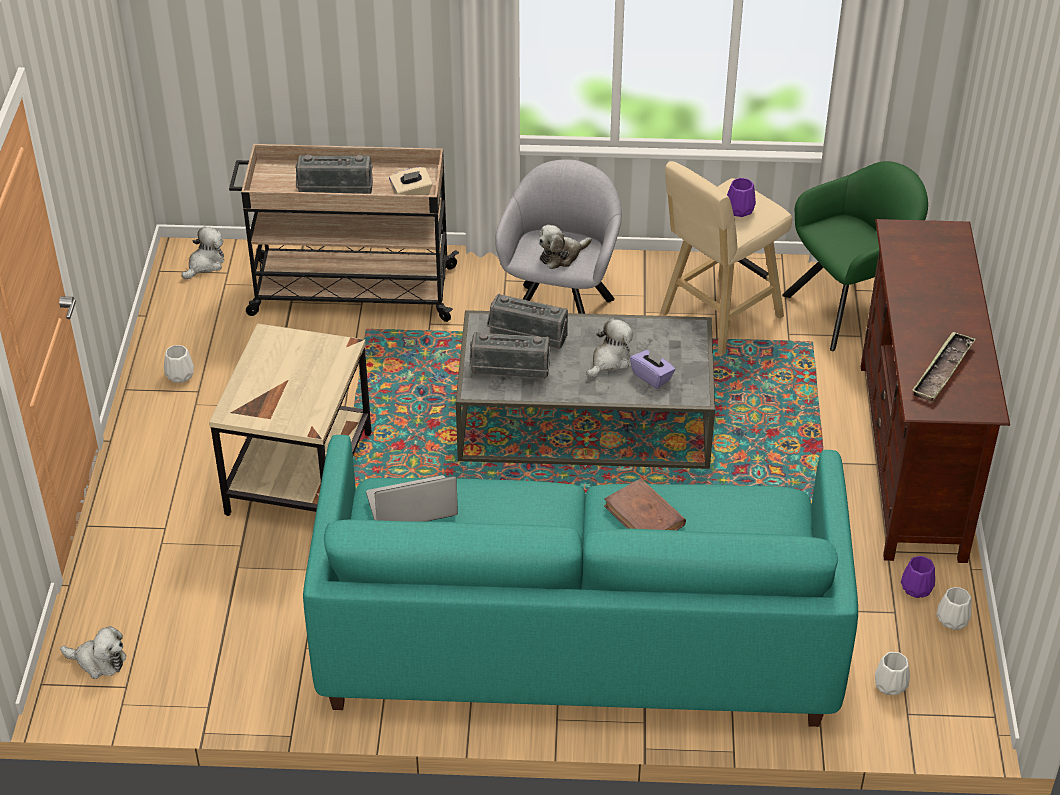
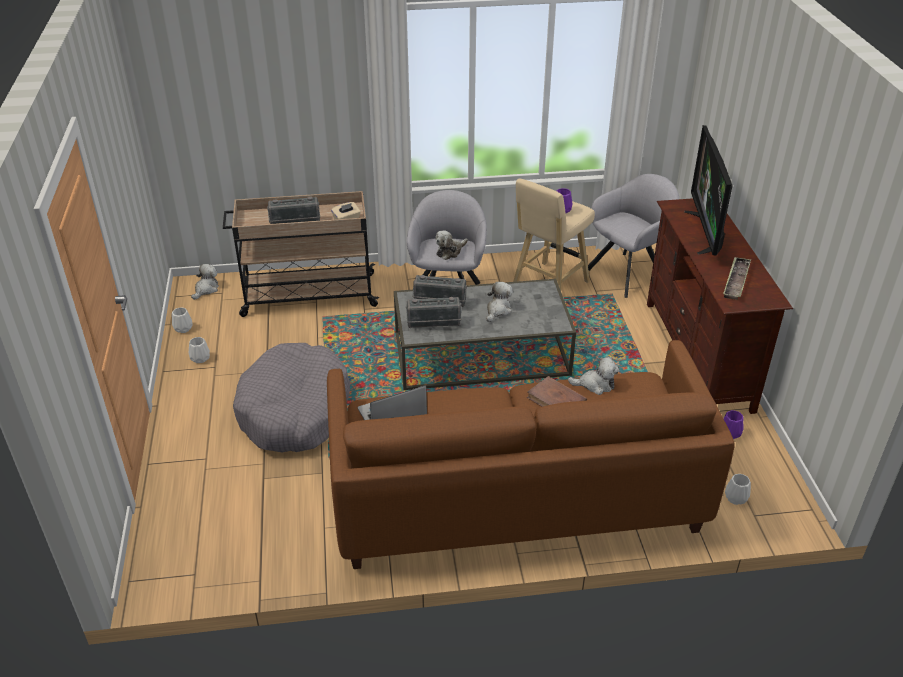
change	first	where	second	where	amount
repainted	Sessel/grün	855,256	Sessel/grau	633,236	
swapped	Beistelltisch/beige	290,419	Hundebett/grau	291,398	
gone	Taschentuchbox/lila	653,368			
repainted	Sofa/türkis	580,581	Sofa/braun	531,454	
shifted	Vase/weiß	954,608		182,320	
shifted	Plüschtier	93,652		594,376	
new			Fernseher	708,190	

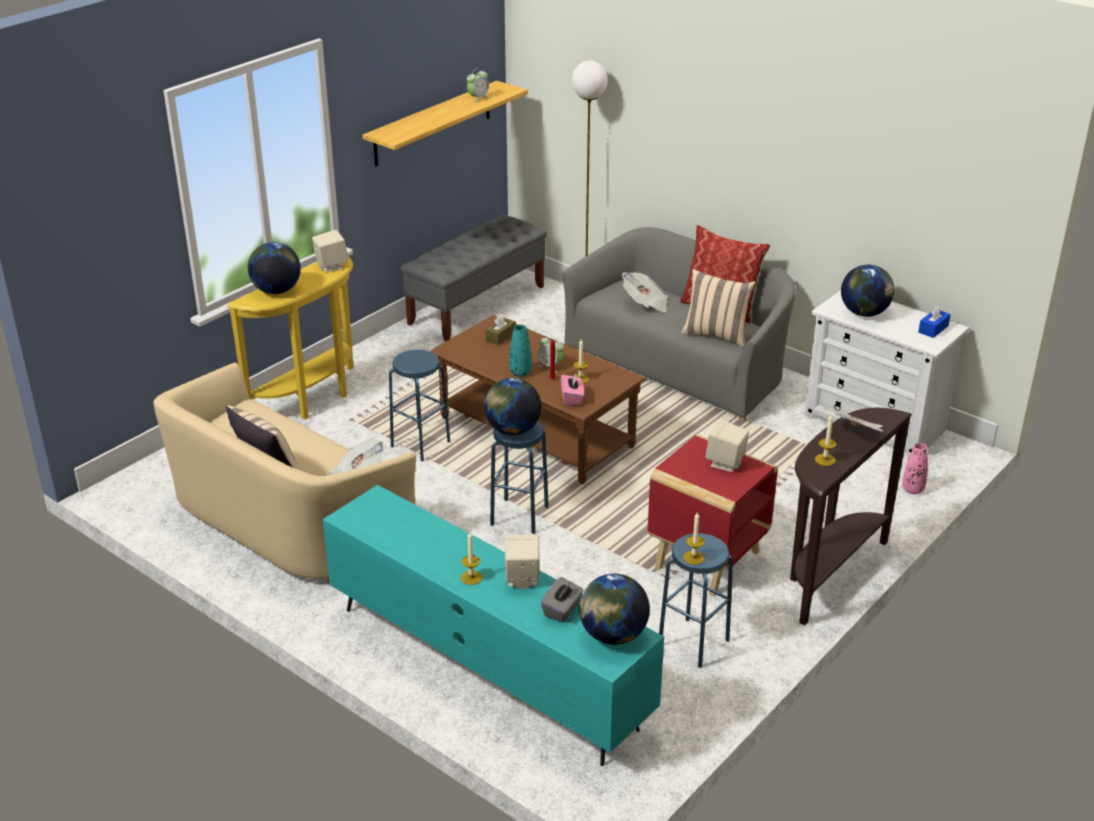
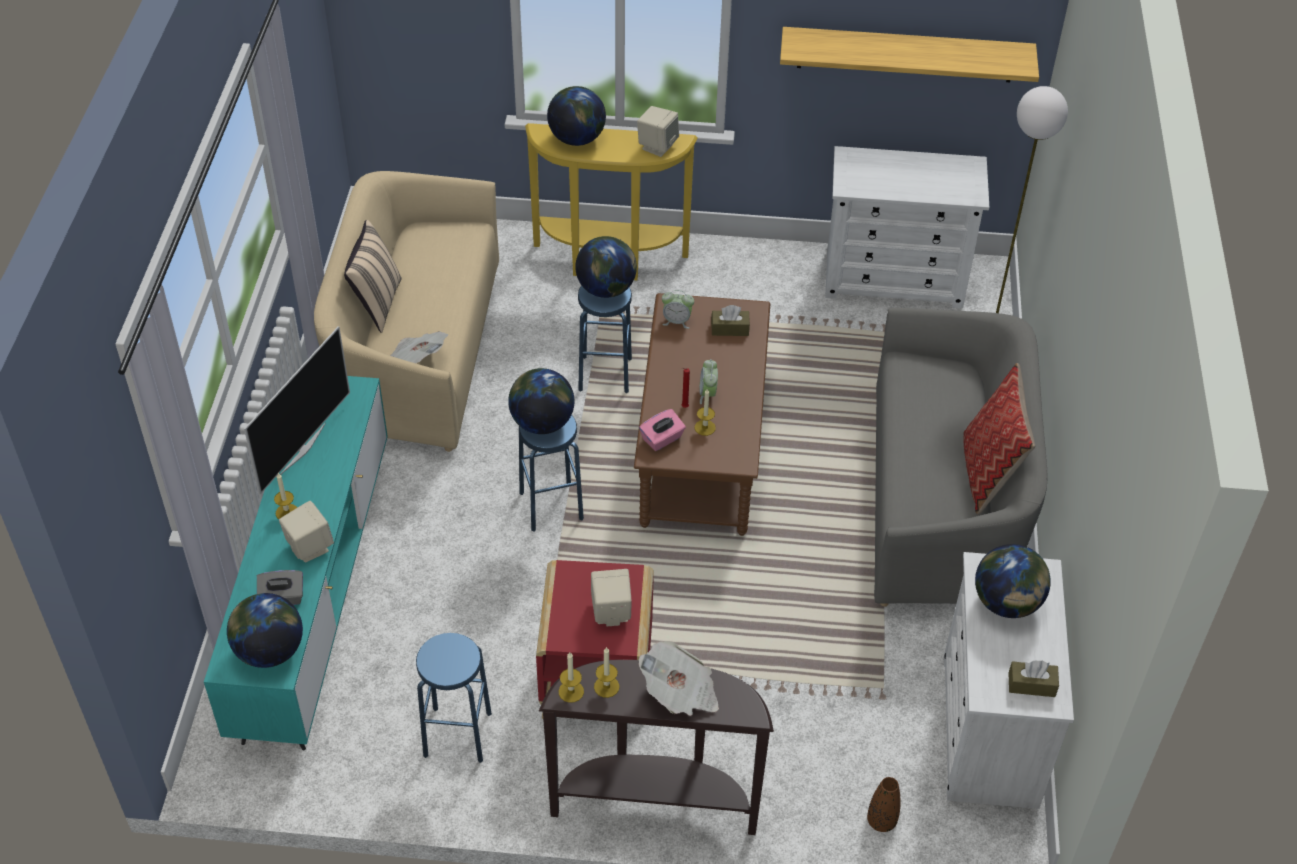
change	first	where	second	where	amount
shifted	Wecker	478,85		678,309	
swapped	Bank/grau	473,278	Kommode/weiß	907,227	
gone	Kissen/beige	718,308			
gone	Zeitung	645,292			
repainted	Taschentuchbox/blau	934,321	Taschentuchbox/braun	1034,678	
gone	Vase/türkis	520,351			
repainted	Vase/rosa	915,468	Vase/braun	883,804	
shifted	Kerze	694,538		571,677	
new			Globus	606,267	
new			Fernseher	297,410	

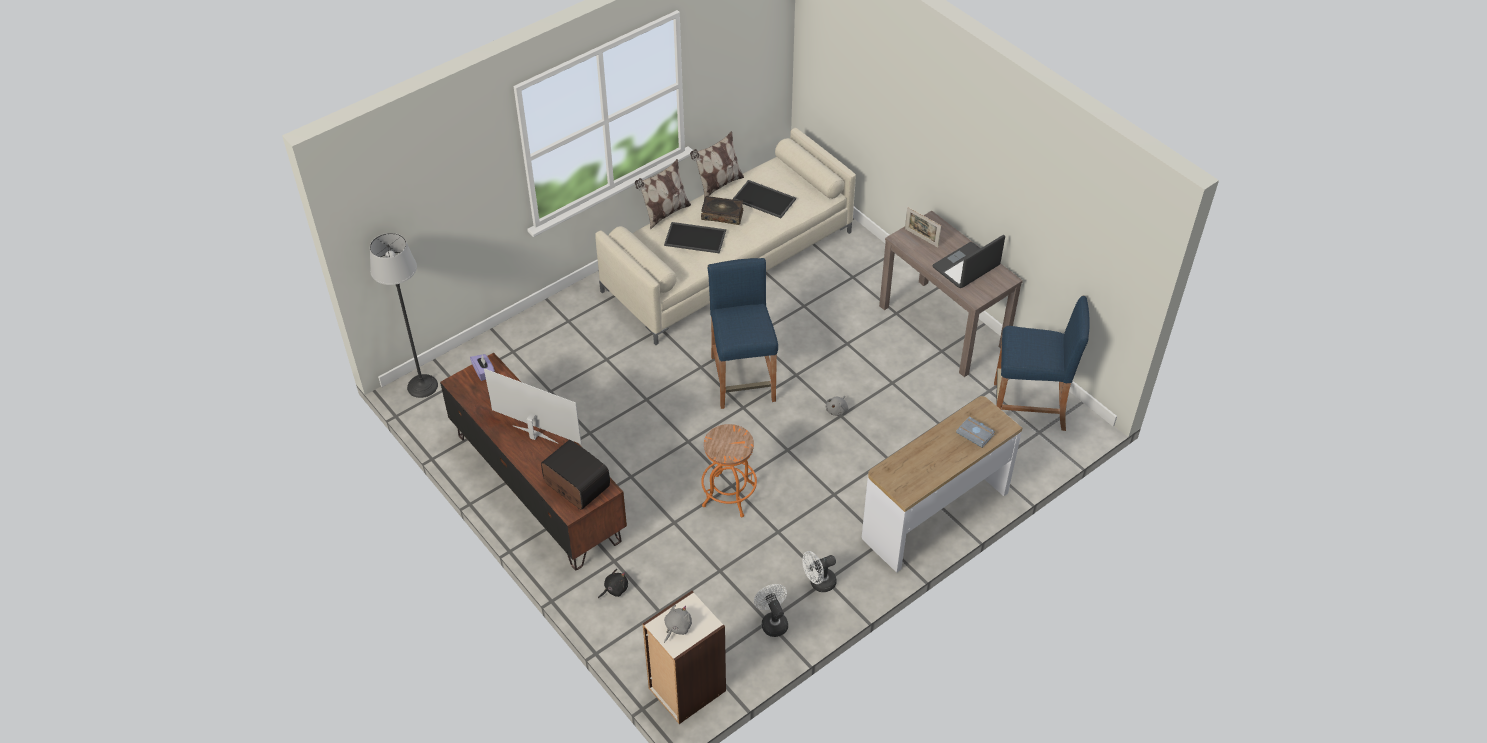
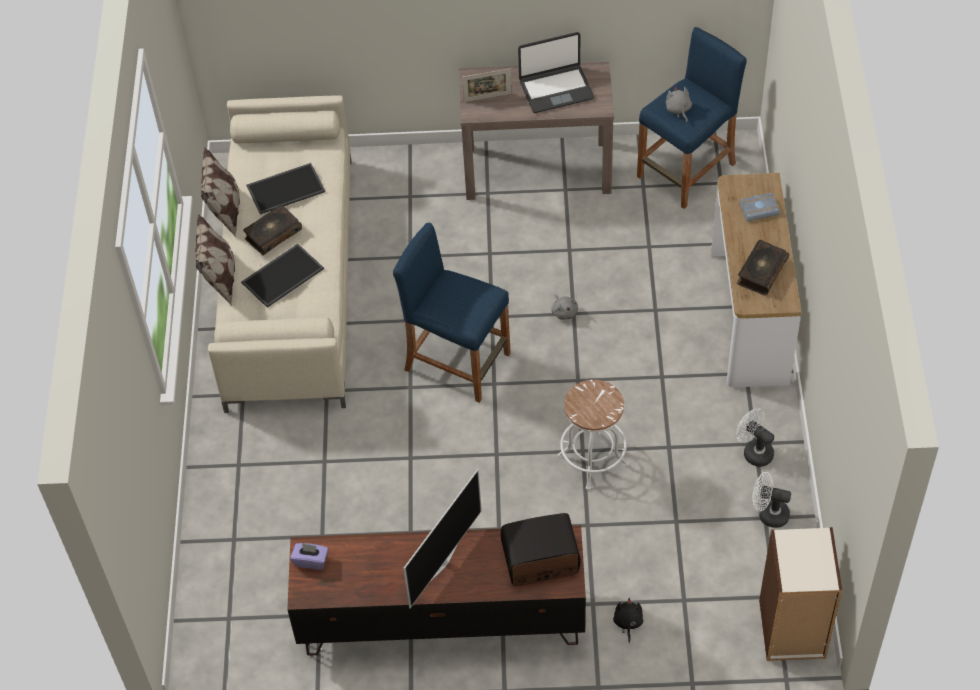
change	first	where	second	where	amount
gone	Stehlampe	404,315			
rotated	Laptop	968,261		556,72	105 degrees counterclockwise
rotated	Fernseher	532,406		442,538	150 degrees clockwise
repainted	Hocker/orange	729,470	Hocker/weiß	593,435	
rotated	Ventilator/weiß	820,571		755,437	120 degrees clockwise
shifted	Plüschtier/grau	678,623		679,104	
new			Buch	763,268	

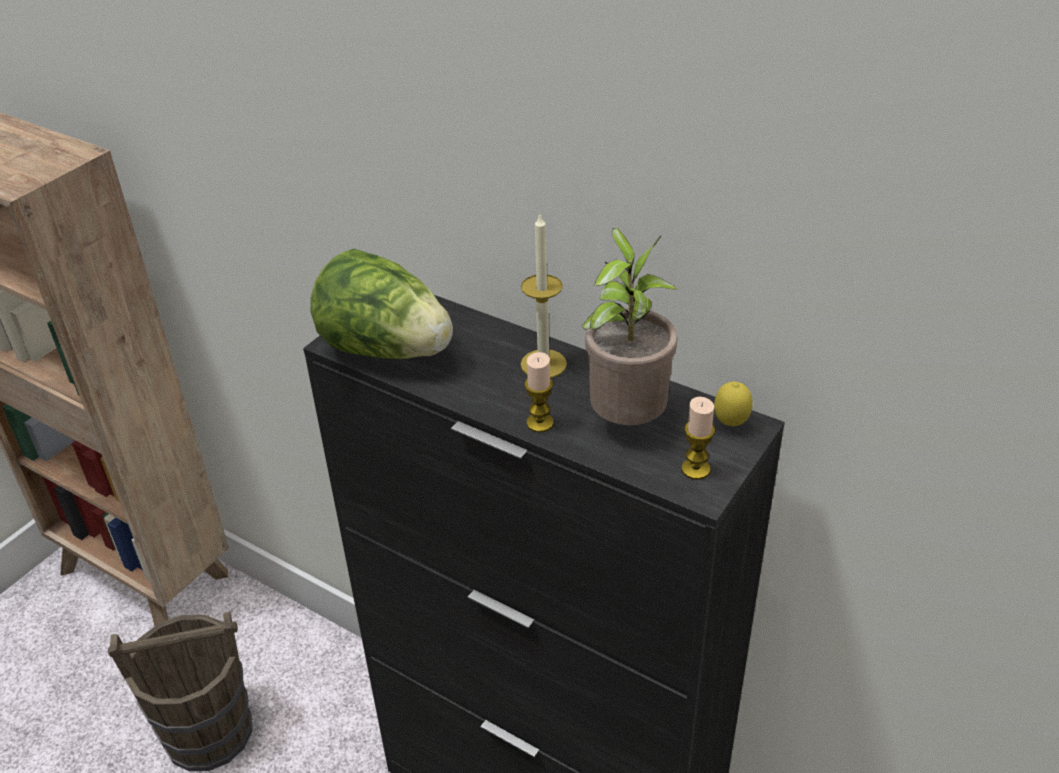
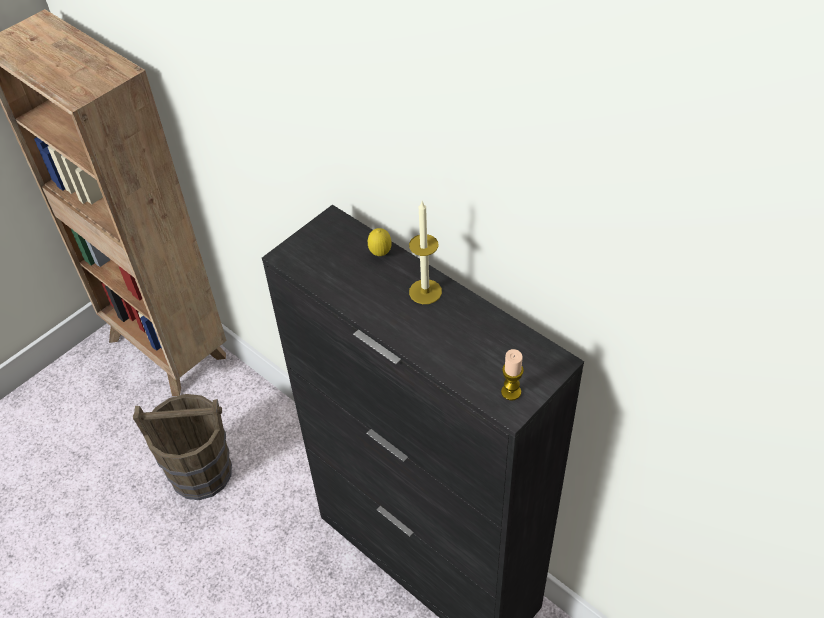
change	first	where	second	where	amount
gone	Topfpflanze	630,326			
gone	Salatkopf	382,304			
gone	Kerze	539,392			
shifted	Zitrone	733,404		380,242	

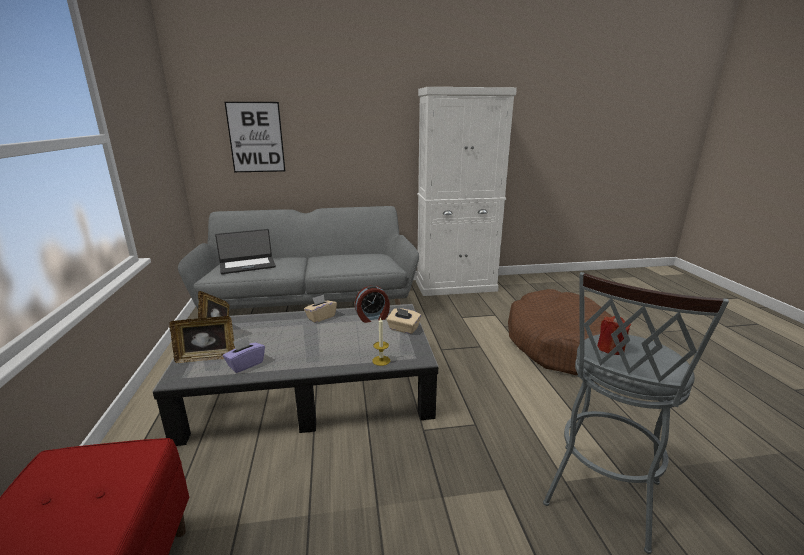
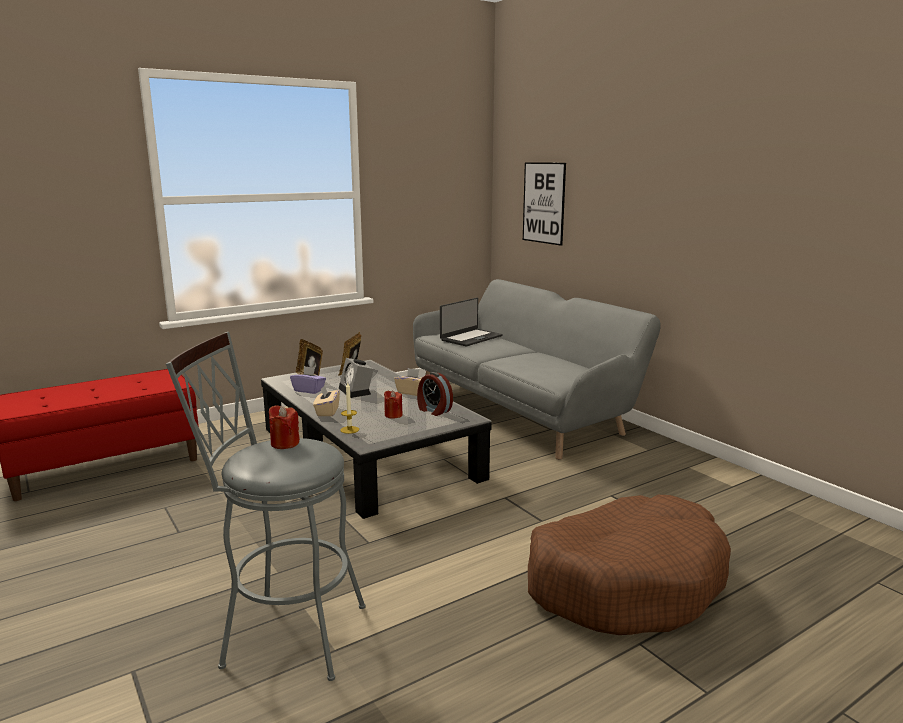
change	first	where	second	where	amount
gone	Schrank/weiß	466,191			
rotated	Laptop	245,251		471,322	90 degrees counterclockwise
shifted	Taschentuchbox/beige	403,321		326,400	
new			Wecker	356,378	
new			Kerze/rot	393,404	

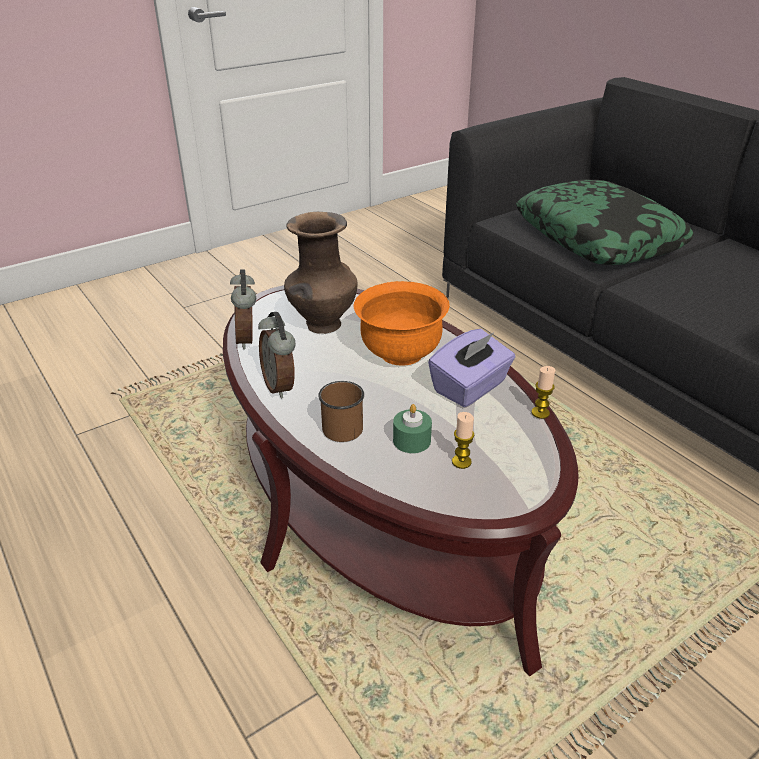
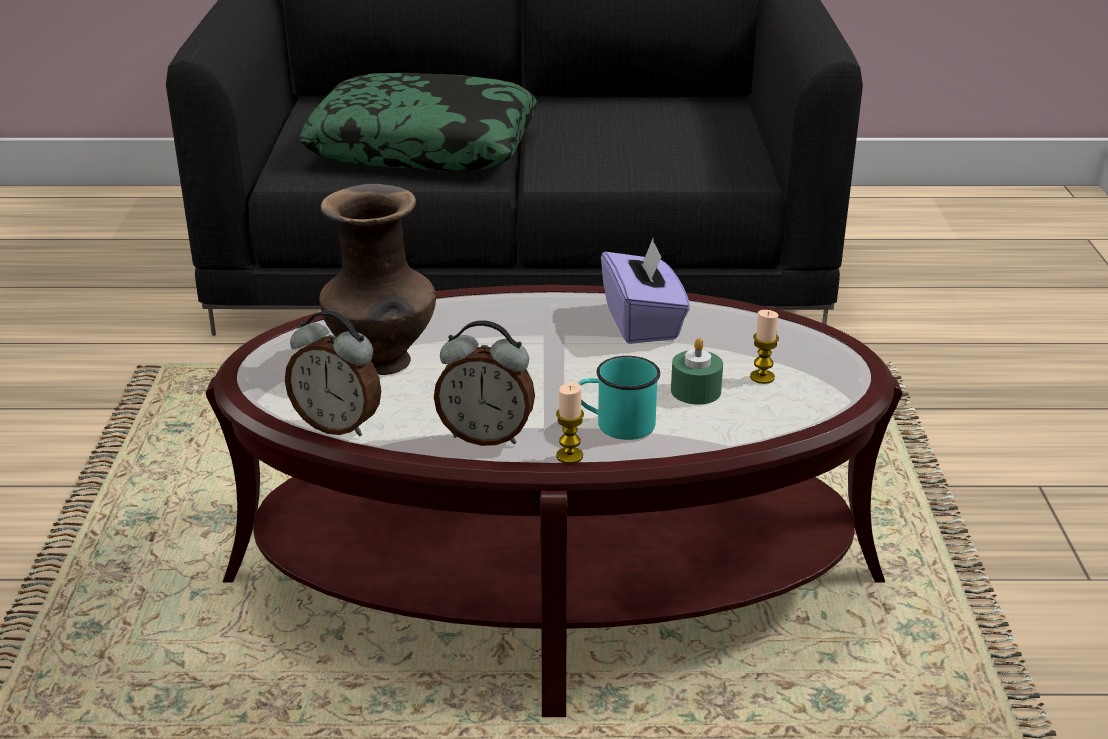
change	first	where	second	where	amount
gone	Schüssel/orange	402,323			
shifted	Kerze	543,392		570,423	
repainted	Henkelbecher/braun	341,411	Henkelbecher/türkis	619,398	

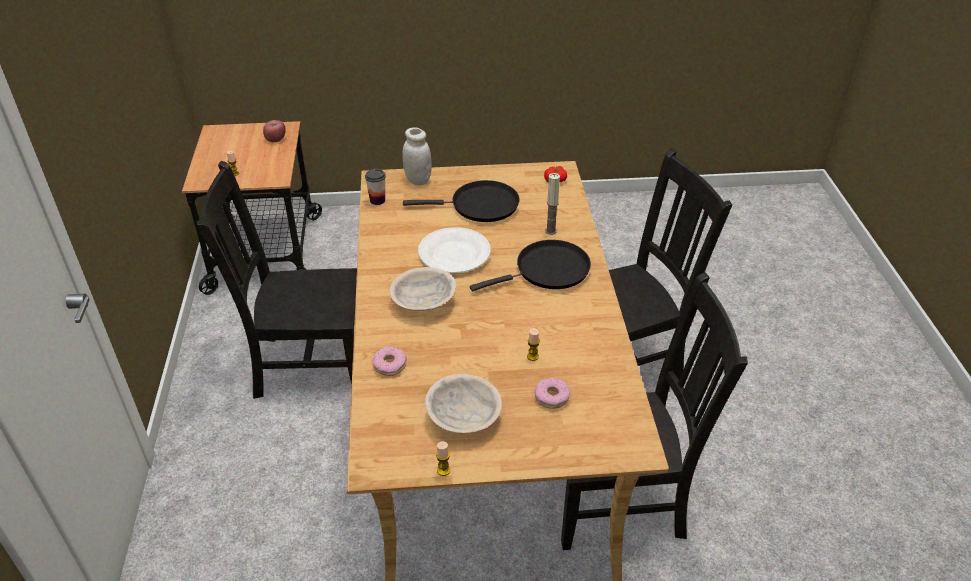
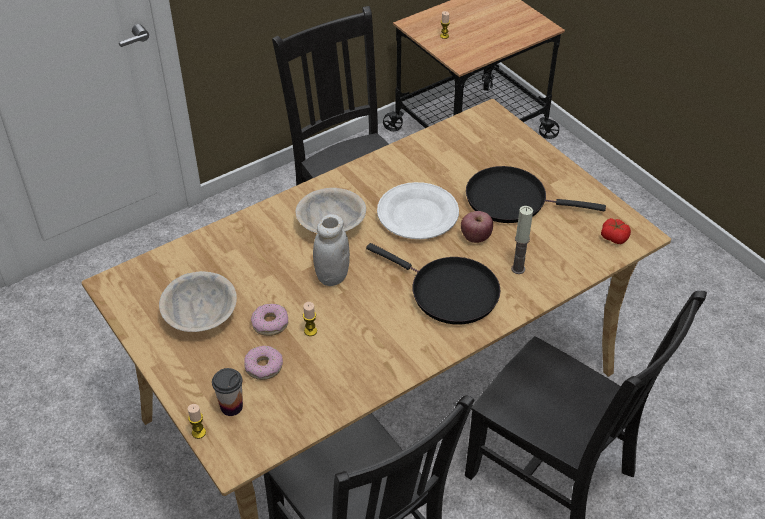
change	first	where	second	where	amount
shifted	Apfel	274,131		477,227	
shifted	Vorratsglas/weiß	417,156		331,250	
shifted	Tasse	375,187		227,392	
rotated	Pfanne/schwarz	461,201		536,194	135 degrees clockwise
shifted	Donut	389,361		269,320	
shifted	Kerze	443,458		197,421	

